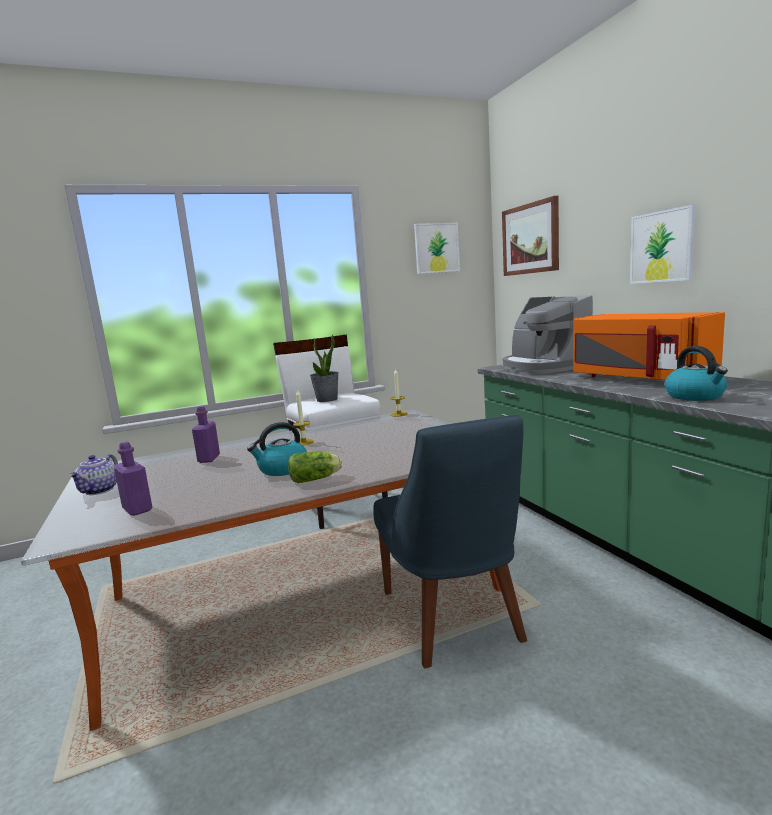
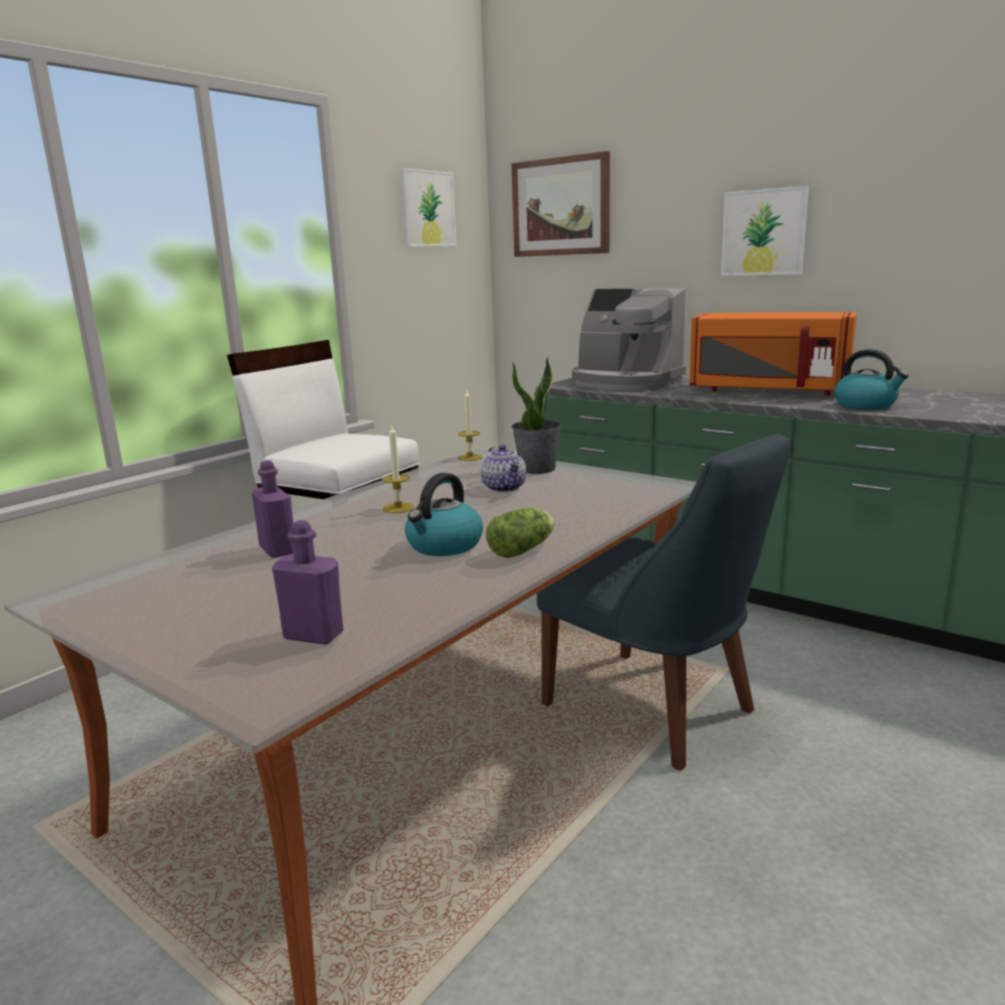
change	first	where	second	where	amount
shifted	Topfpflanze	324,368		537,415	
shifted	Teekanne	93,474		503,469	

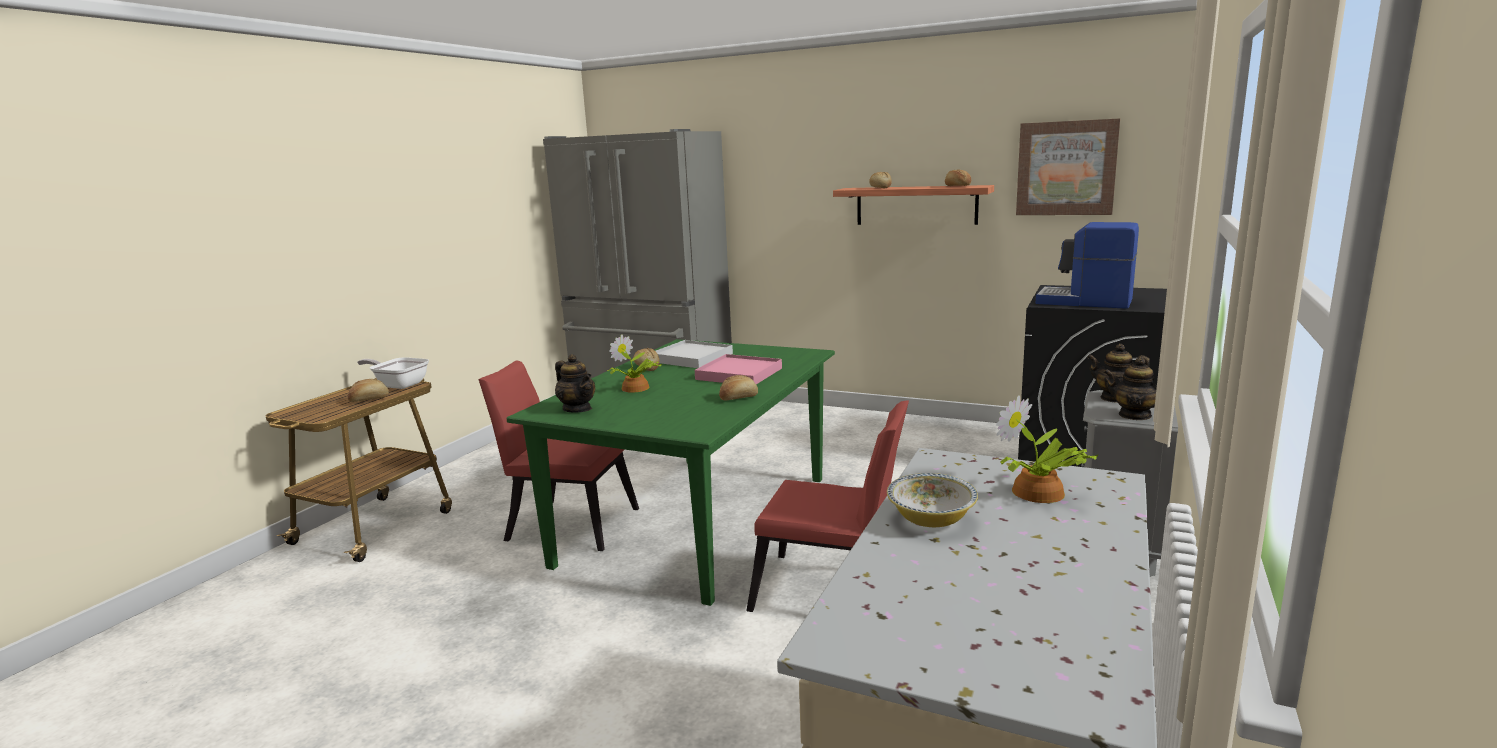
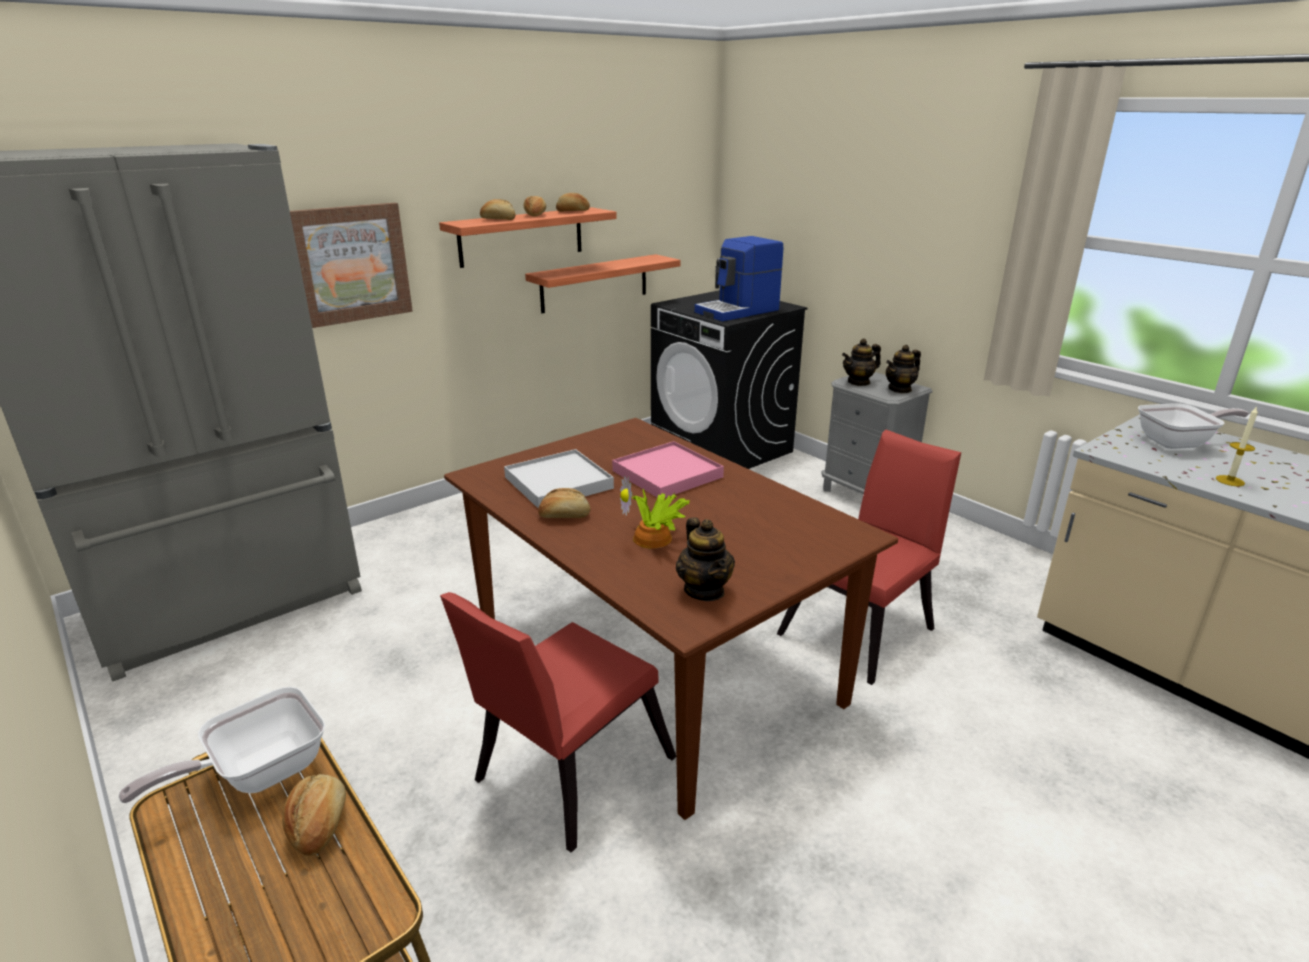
change	first	where	second	where	amount
shifted	Bild	1068,166		351,265	
repainted	Esstisch/grün	670,472	Esstisch/braun	671,619	
rotated	Teekanne	575,383		705,559	90 degrees clockwise
shifted	Brot	738,387		535,206	
swapped	Topfpflanze	1047,449	Pfanne	1193,426	
swapped	Schüssel	932,500	Kerze	1237,446	
new			Wandregal	603,283	

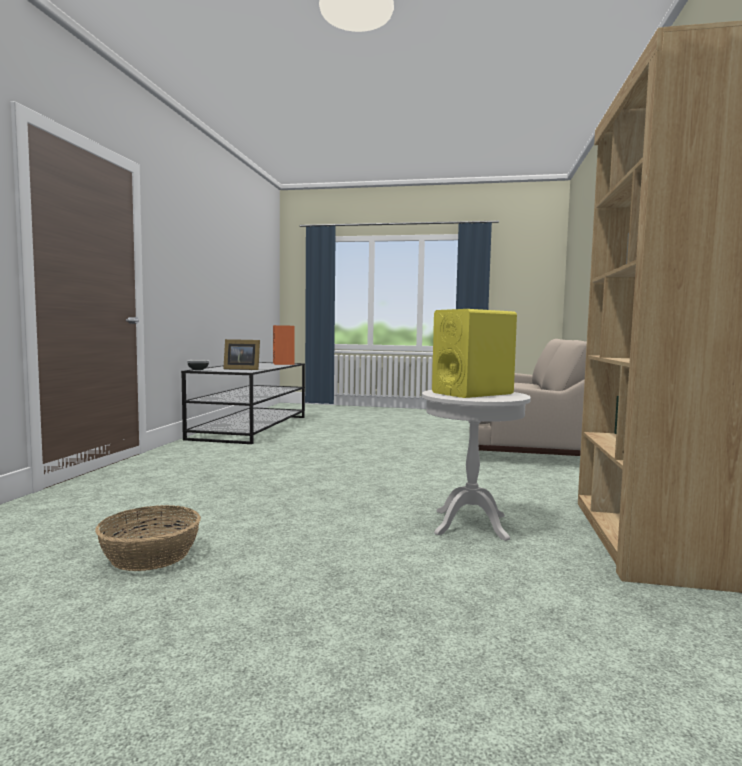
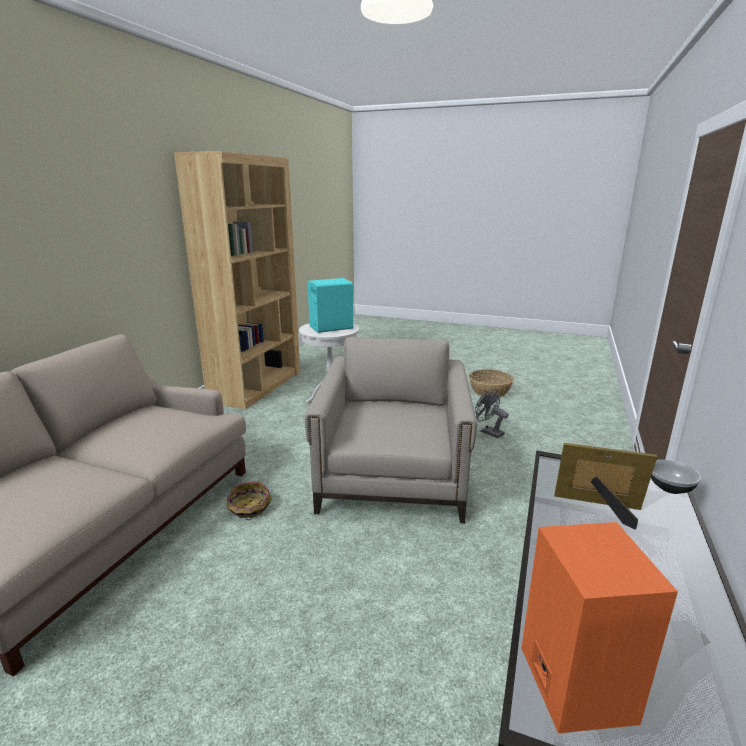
change	first	where	second	where	amount
repainted	Lautsprecher/gelb	474,353	Lautsprecher/türkis	330,305	
new			Sessel/beige	391,430	
new			Ventilator/grau	492,414	
new			Korb	249,500	

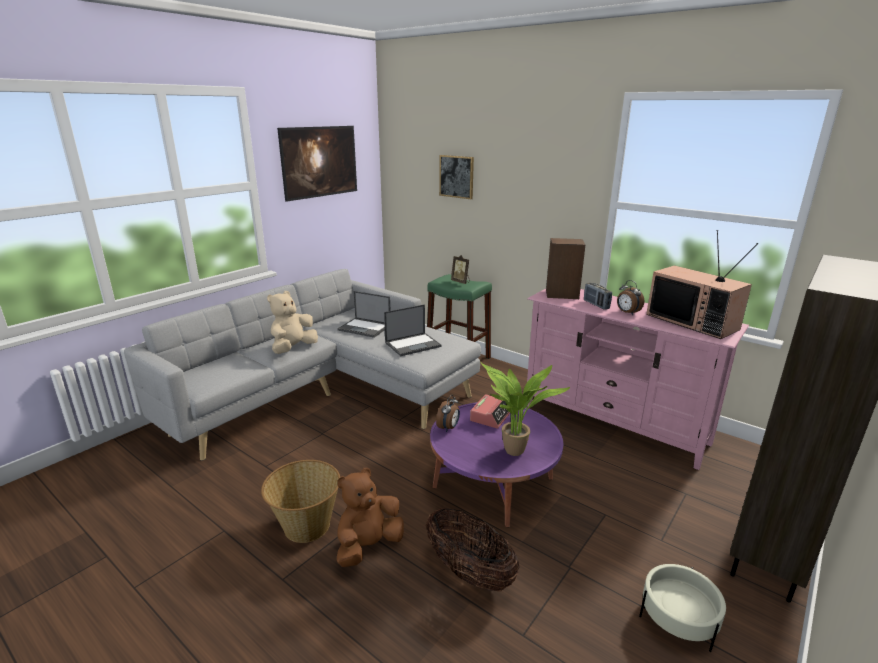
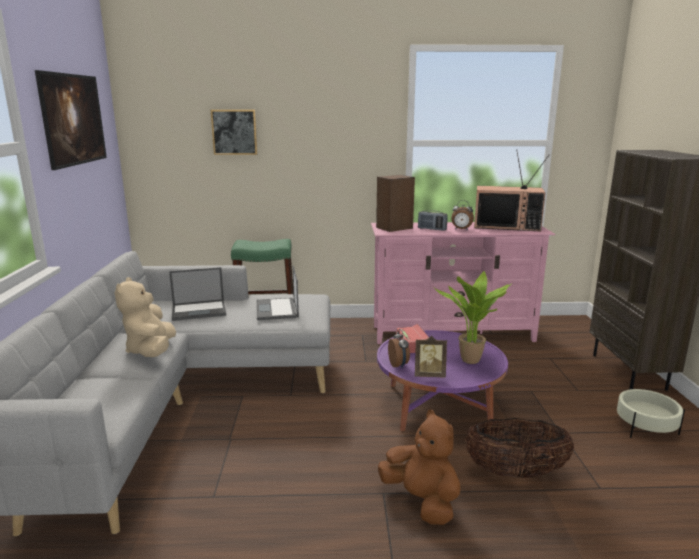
change	first	where	second	where	amount
shifted	Bilderrahmen	460,269		431,356	
rotated	Laptop	413,330		277,293	150 degrees clockwise
gone	Korb	300,501			
rotated	Plüschtier/braun	370,517		419,467	135 degrees clockwise

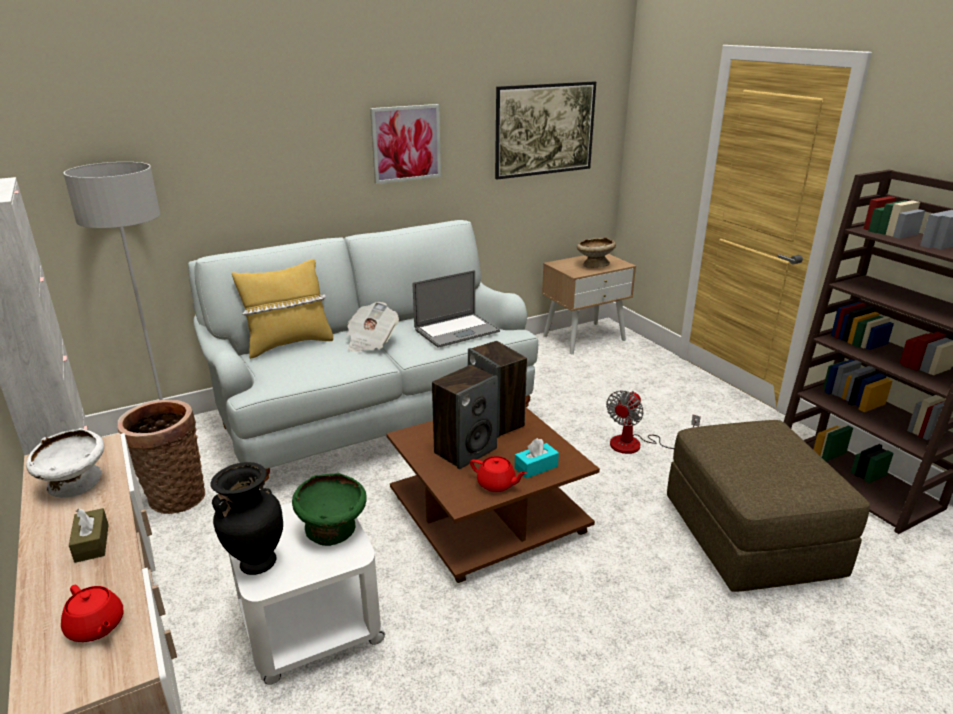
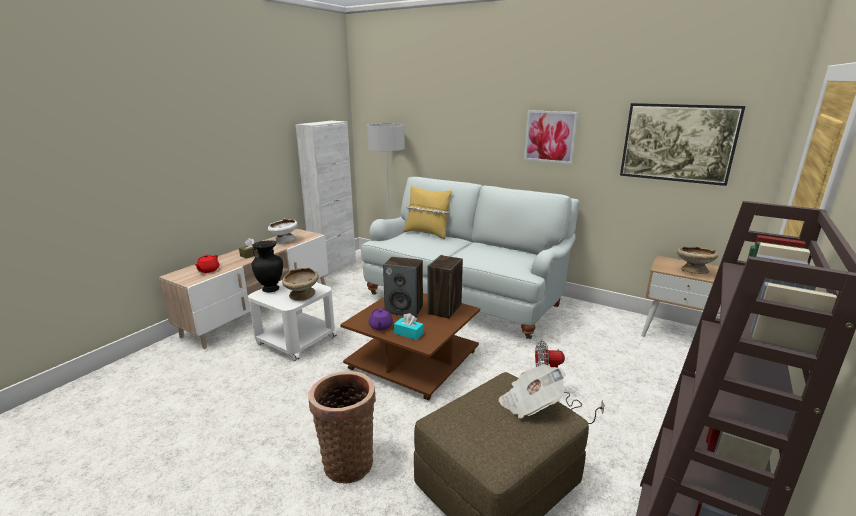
change	first	where	second	where	amount
gone	Laptop	456,309			
shifted	Zeitung	372,327		532,391	
shifted	Korb	161,456		342,427	
repainted	Teekanne/rot	498,474	Teekanne/lila	381,318	
repainted	Schüssel/grün	329,509	Schüssel/beige	300,284	

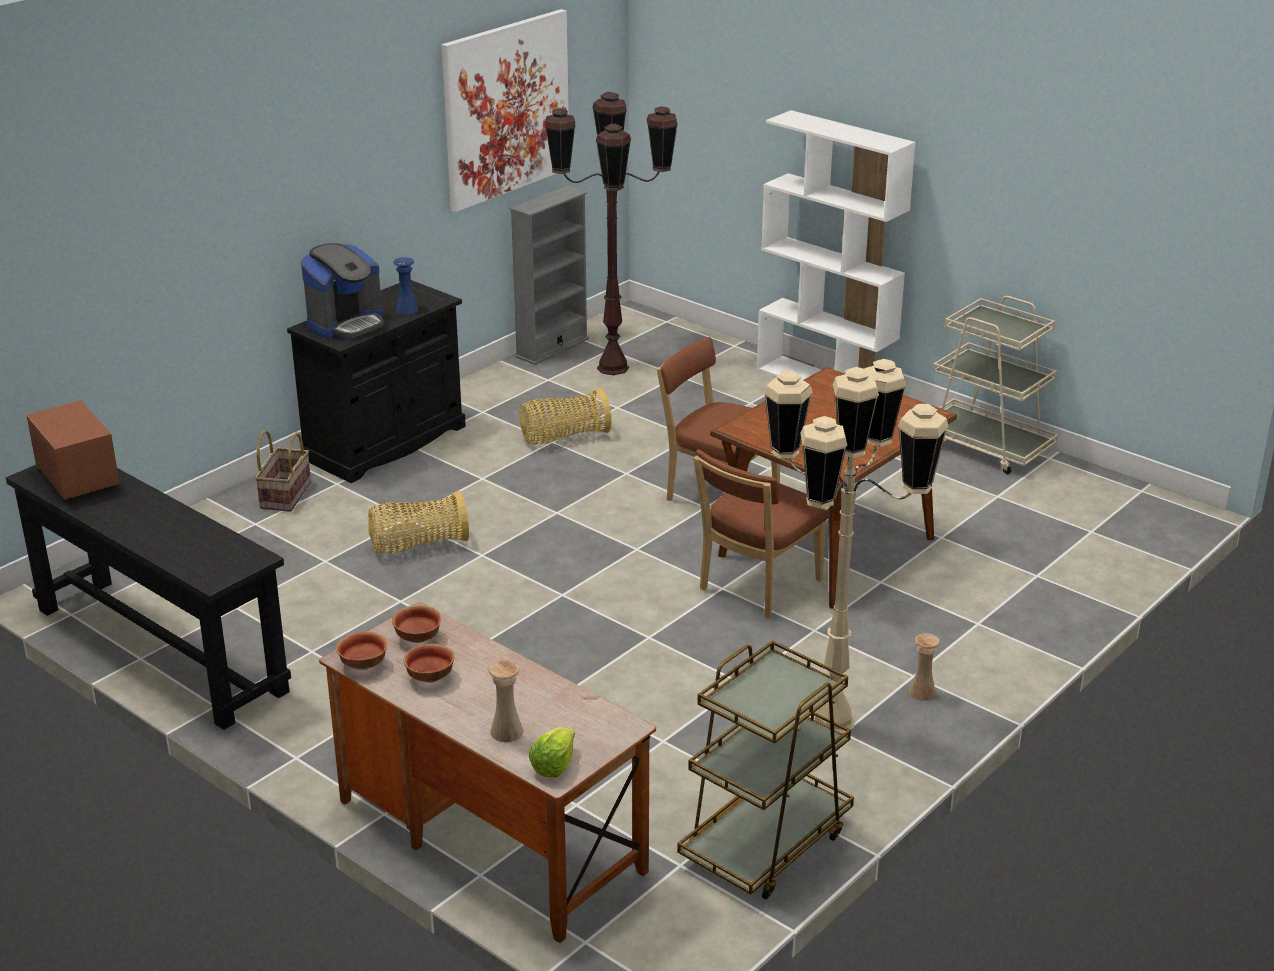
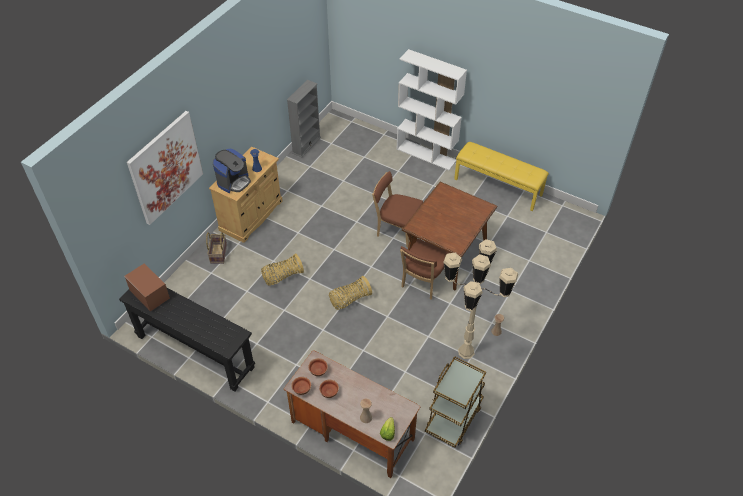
change	first	where	second	where	amount
shifted	Bild	505,110		165,168	
gone	Stehlampe/braun	611,233			
repainted	Schrank/schwarz	376,381	Schrank/beige	246,194	
swapped	Rollwagen/beige	995,385	Bank/gelb	501,176	
shifted	Korb	565,416		350,293	

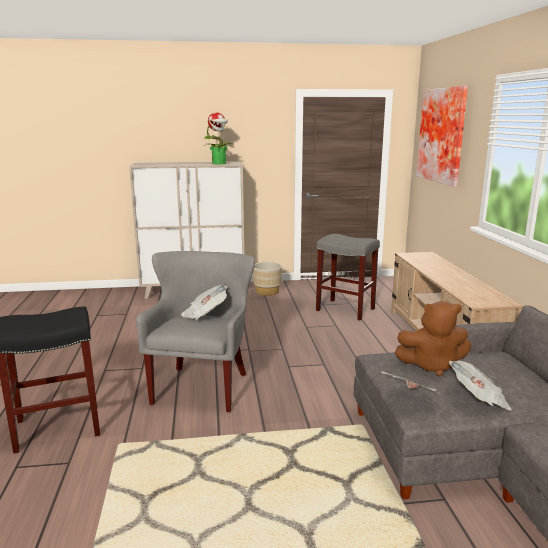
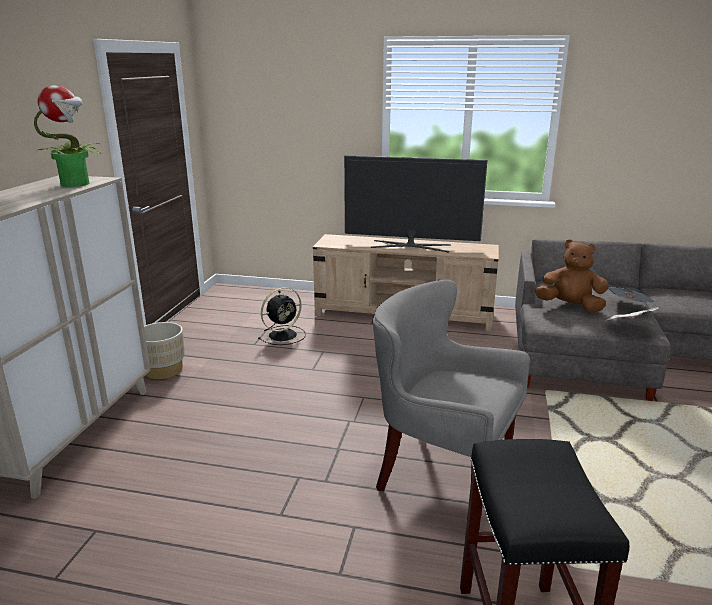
change	first	where	second	where	amount
gone	Bild	442,136			
swapped	Hocker/grau	348,277	Ventilator/schwarz	282,316	
gone	Zeitung	204,302			
rotated	Plüschtier/braun	433,338		572,275	90 degrees counterclockwise
new			Fernseher	415,204	

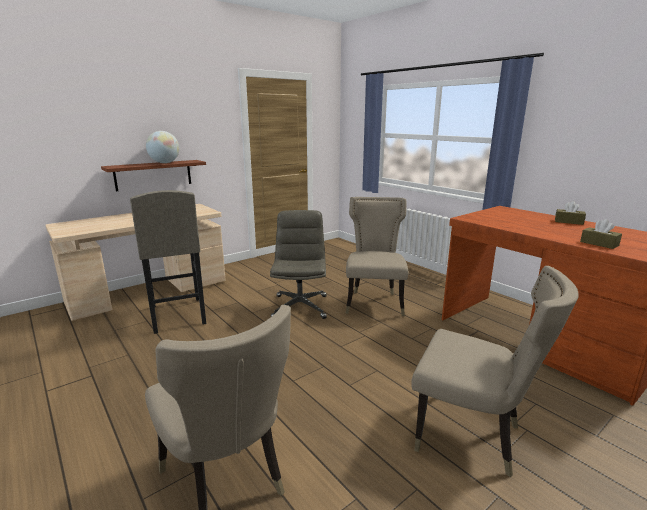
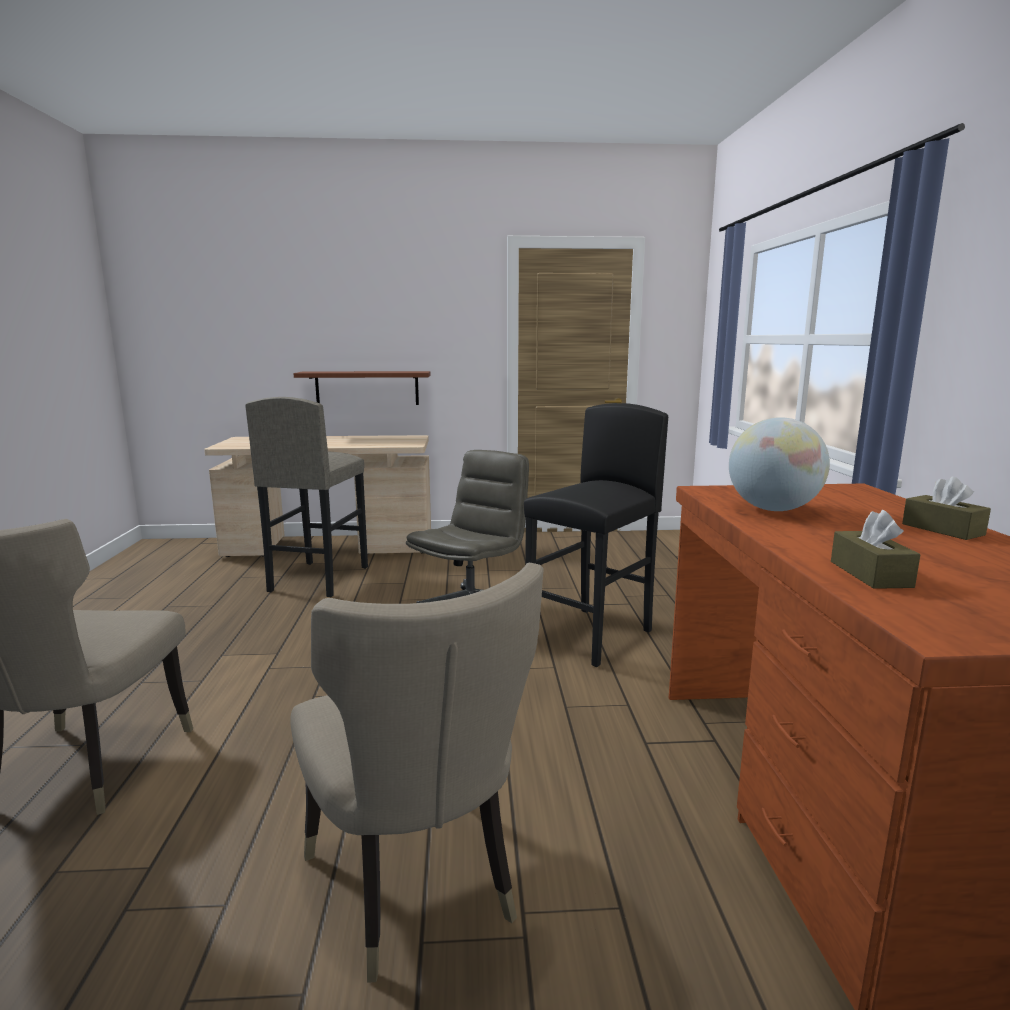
change	first	where	second	where	amount
shifted	Globus	163,147		779,464	
swapped	Stuhl/beige	376,256	Hocker/schwarz	596,535	

